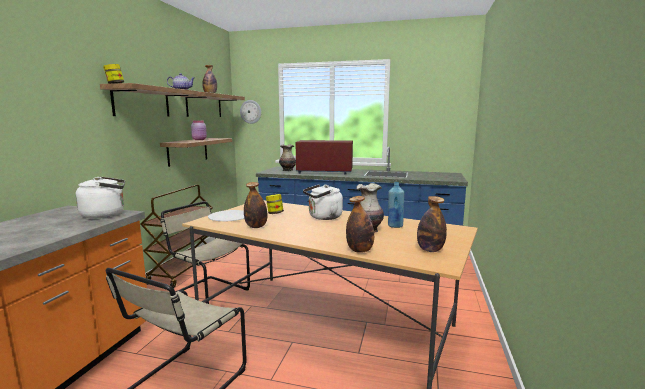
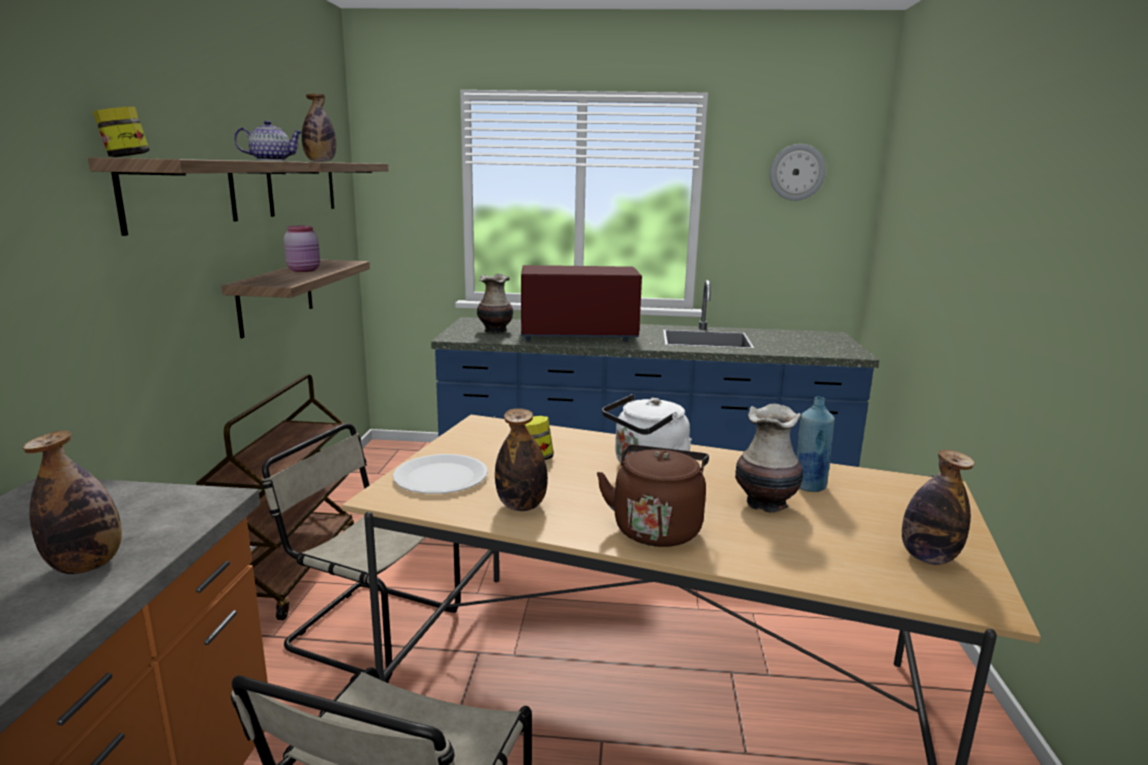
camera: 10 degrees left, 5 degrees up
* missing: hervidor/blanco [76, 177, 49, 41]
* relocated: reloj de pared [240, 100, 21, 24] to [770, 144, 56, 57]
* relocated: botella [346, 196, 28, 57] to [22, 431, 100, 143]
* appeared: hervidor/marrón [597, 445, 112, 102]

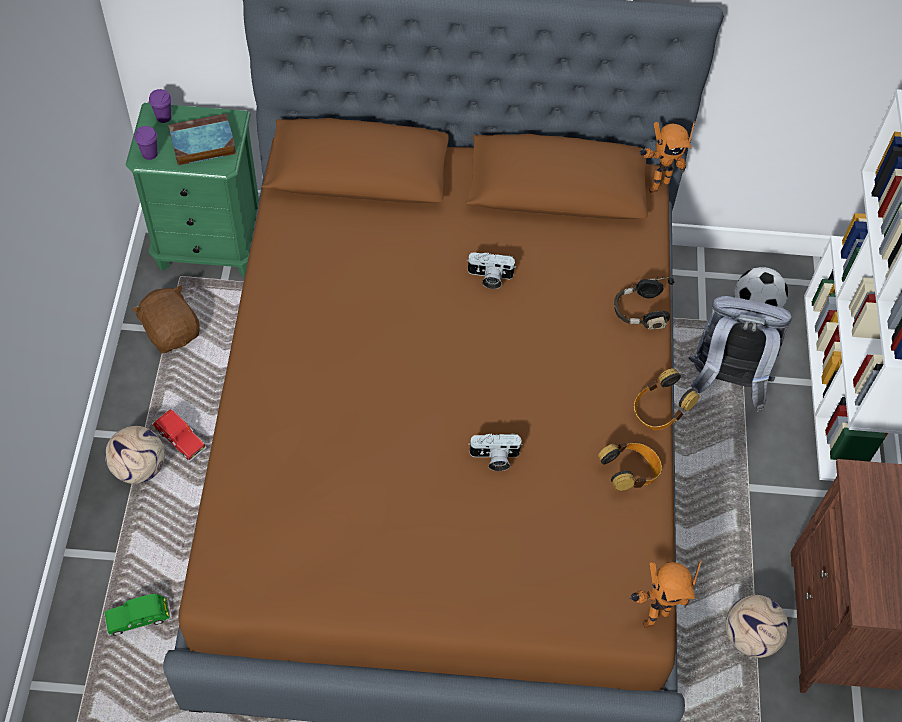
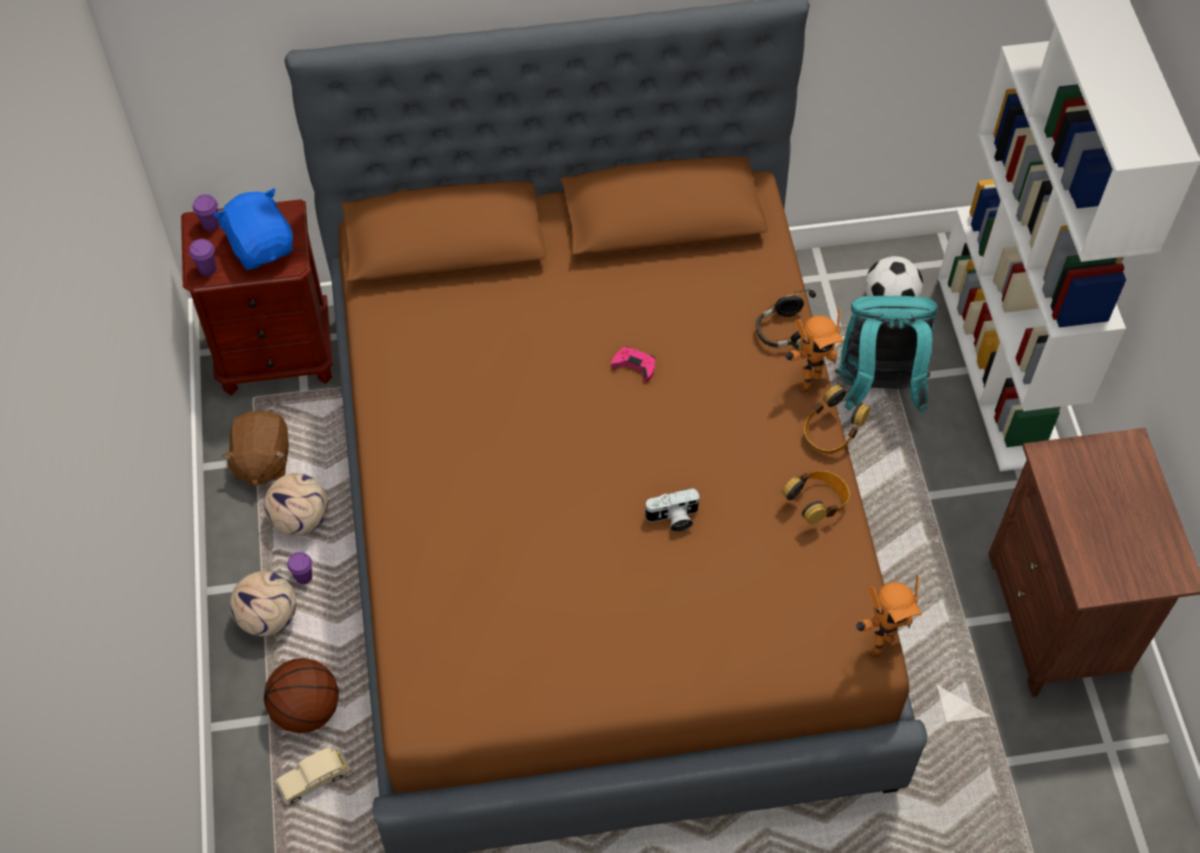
camera: 10 degrees left, 0 degrees up
* colour: coche de juguete/verde [104, 594, 69, 43] to coche de juguete/beis [275, 747, 77, 59]
* colour: mesita de noche/verde [125, 103, 134, 174] to mesita de noche/marrón [181, 199, 152, 196]
* spun: peluche/marrón [132, 285, 68, 69] = [221, 411, 68, 75] 135 degrees counterclockwise
* exchanged: coche de juguete/rojo [151, 409, 56, 54] to taza/morado [287, 552, 25, 32]
* exchanged: libro [168, 114, 68, 52] to peluche/azul [213, 188, 80, 82]
* missing: cámara [467, 252, 49, 37]
* relocated: robot de juguete [639, 121, 56, 72] to [785, 308, 59, 85]
* colour: mochila/gris [688, 296, 103, 116] to mochila/turquesa [835, 296, 102, 117]
* relocated: balón de fútbol [726, 595, 63, 63] to [264, 473, 64, 63]
* appeared: balón de baloncesto [264, 658, 75, 75]
* appeared: mando de consola/rosa [611, 347, 44, 34]

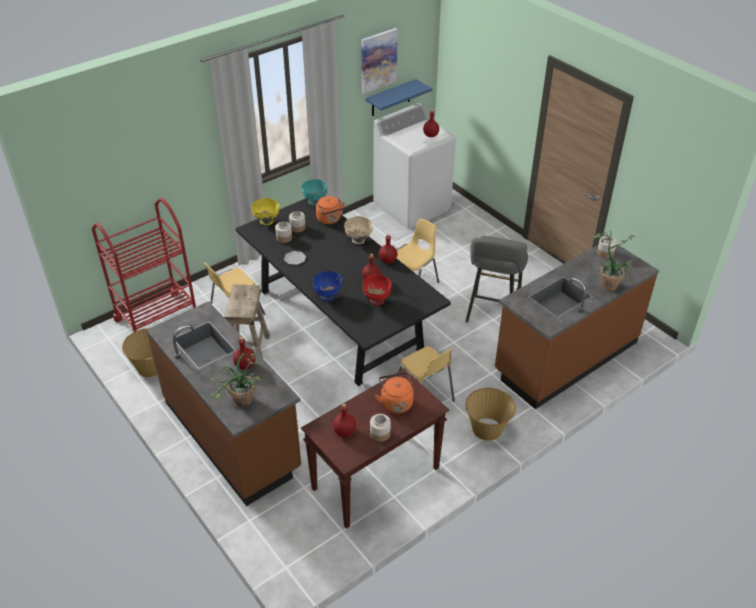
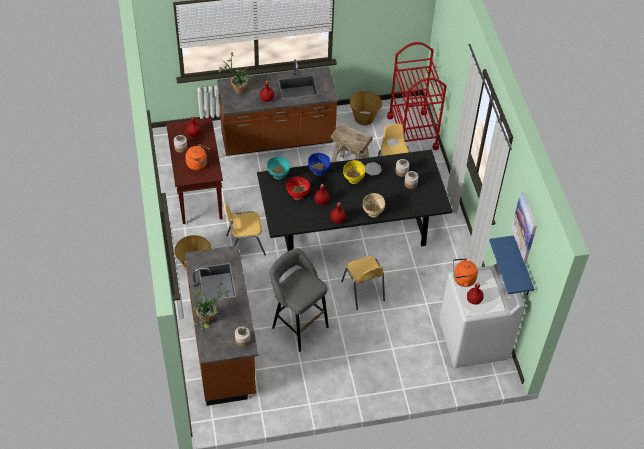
camera: 115 degrees right, 10 degrees up
* relocated: cuenco/amarillo [251, 198, 28, 27] to [343, 160, 22, 24]
* relocated: cuenco/turquesa [302, 179, 25, 27] to [267, 156, 23, 24]
* relocated: hervidor/naranja [316, 196, 29, 28] to [453, 258, 25, 29]

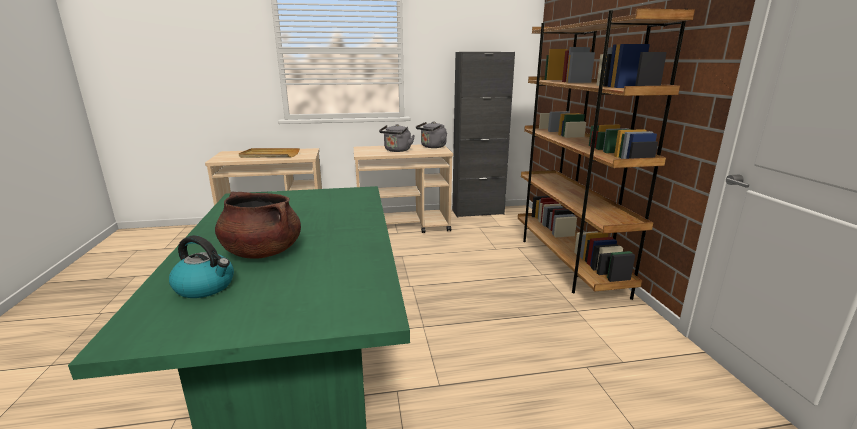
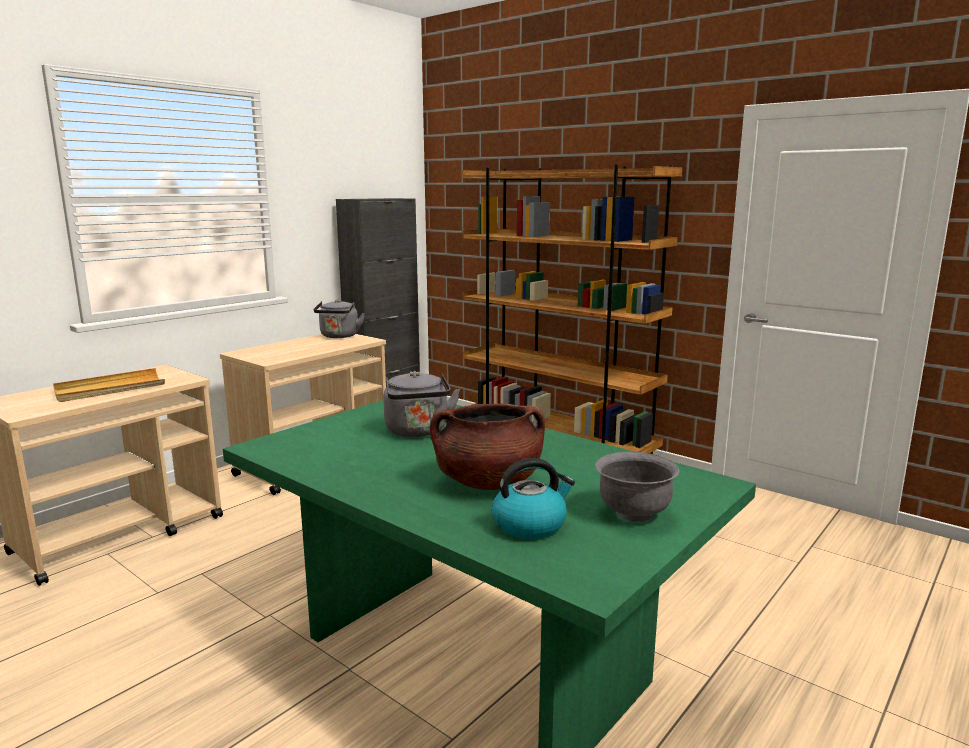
camera: 40 degrees left, 5 degrees down
* relocated: hervidor/gris [379, 124, 36, 28] to [383, 371, 77, 66]
* appeared: cuenco/gris [595, 452, 84, 70]

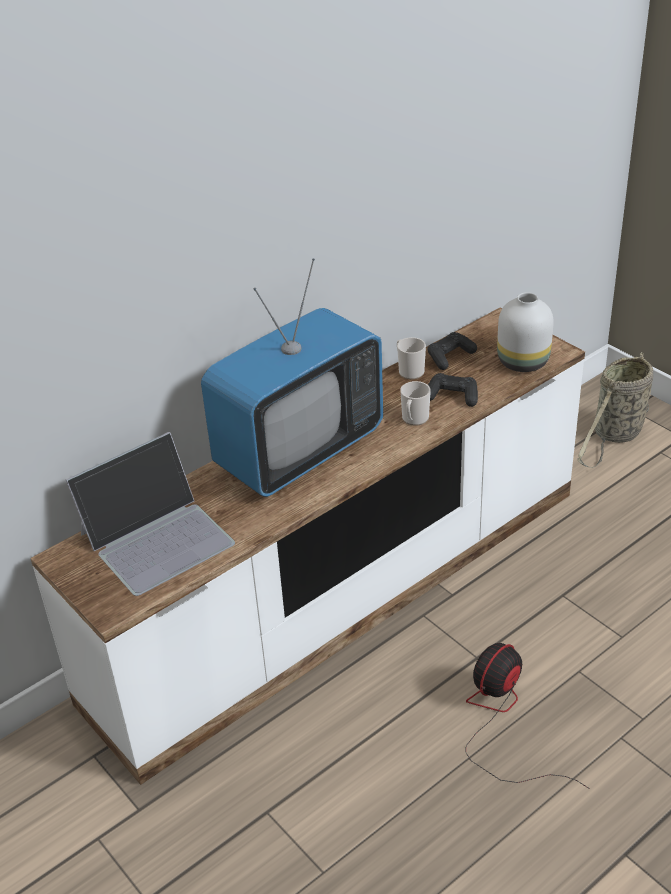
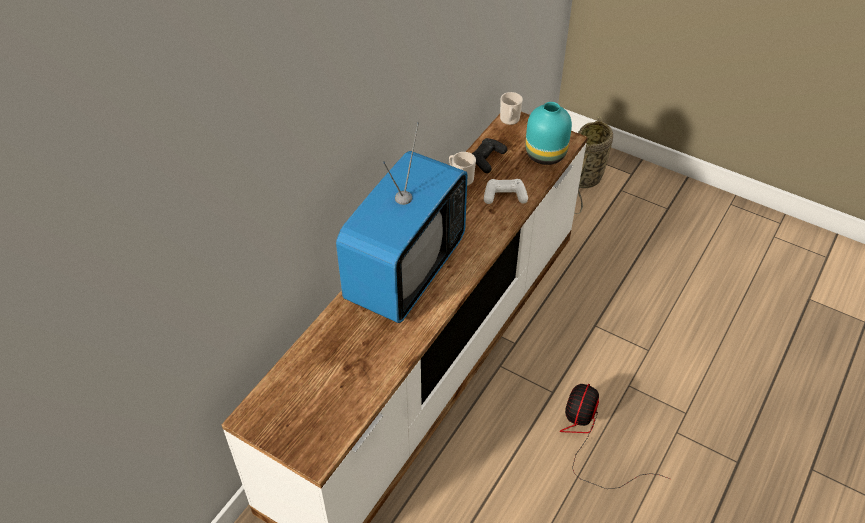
camera: 20 degrees left, 10 degrees up
* missing: portátil [66, 432, 169, 164]
* relocated: taza grande [400, 381, 31, 45] to [500, 92, 23, 33]
* colour: mando de consola/negro [428, 373, 50, 34] to mando de consola/blanco [484, 179, 44, 25]
* colour: florero/blanco [497, 292, 57, 80] to florero/turquesa [525, 102, 47, 63]

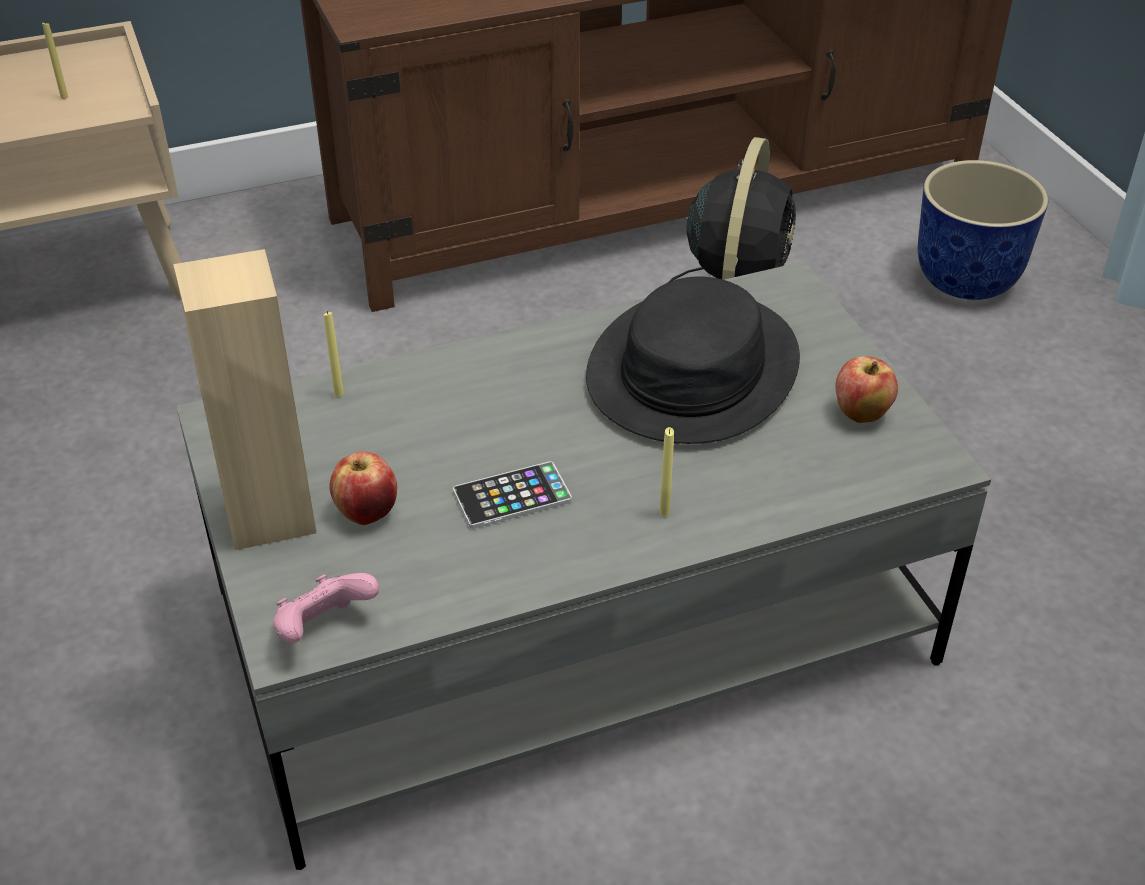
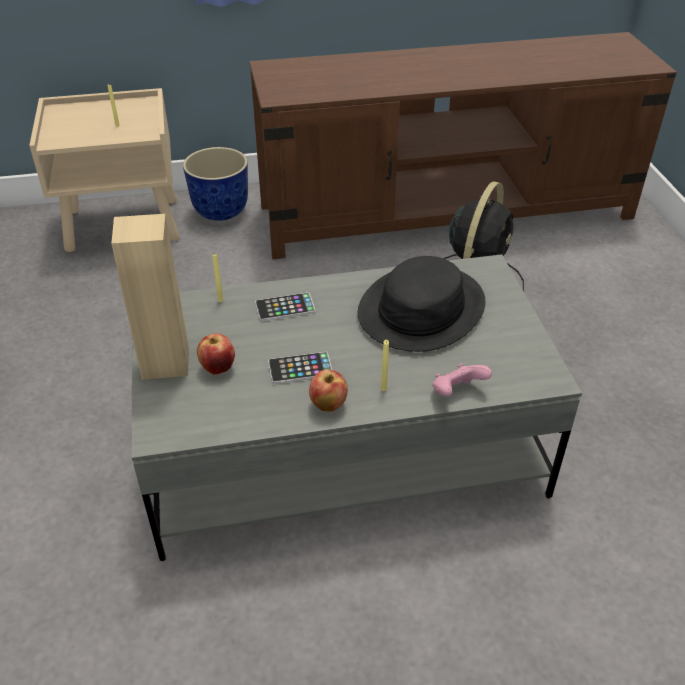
camera: 10 degrees right, 0 degrees up
* relocated: mando de consola/rosa [273, 573, 106, 70] to [432, 363, 60, 33]
* relocated: manzana [835, 356, 63, 67] to [309, 370, 39, 41]
* relocated: maceta [918, 160, 130, 140] to [183, 147, 65, 74]
* appeared: móvil [255, 292, 60, 30]

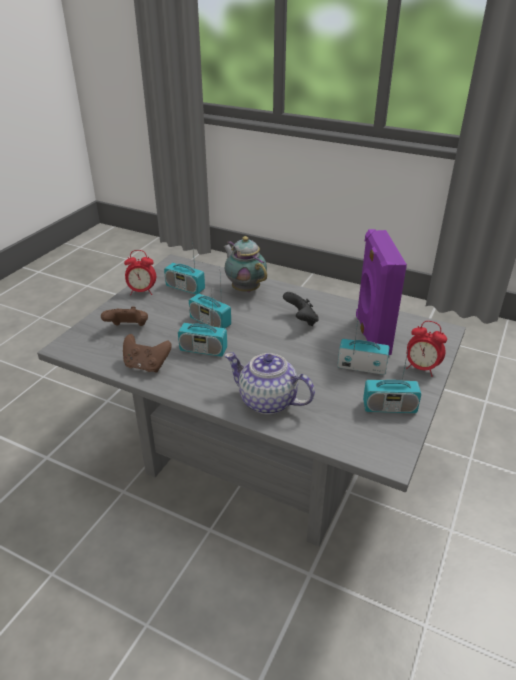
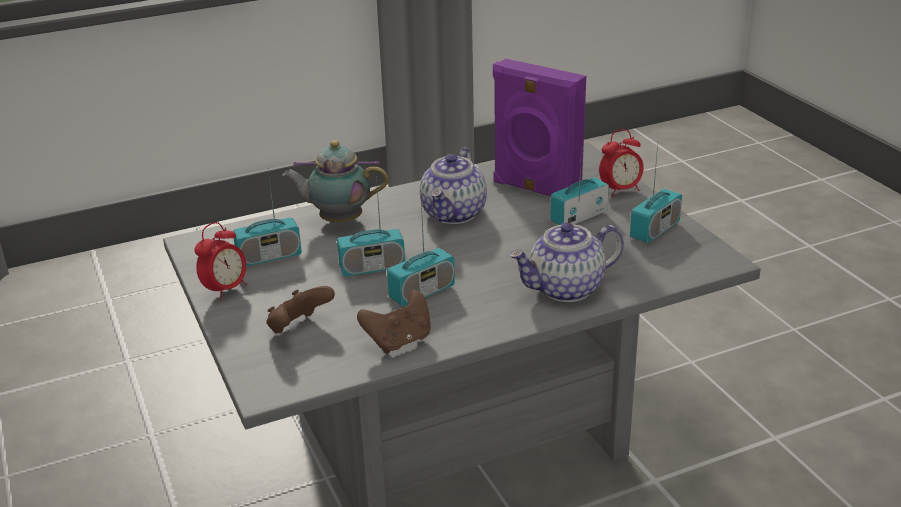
camera: 50 degrees left, 5 degrees down
* exchanged: mando de consola/negro [283, 292, 36, 34] to tetera [420, 148, 67, 76]

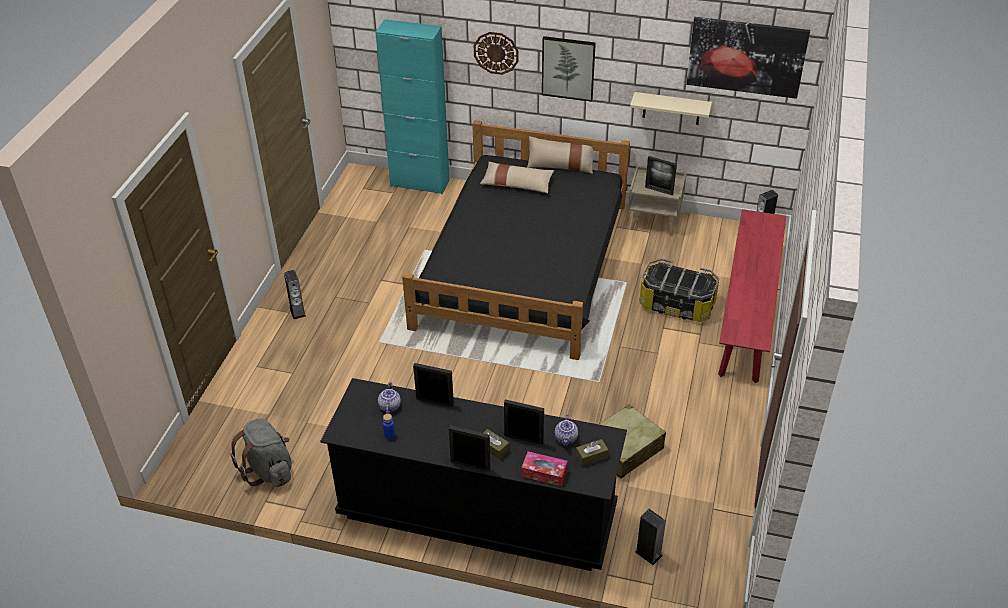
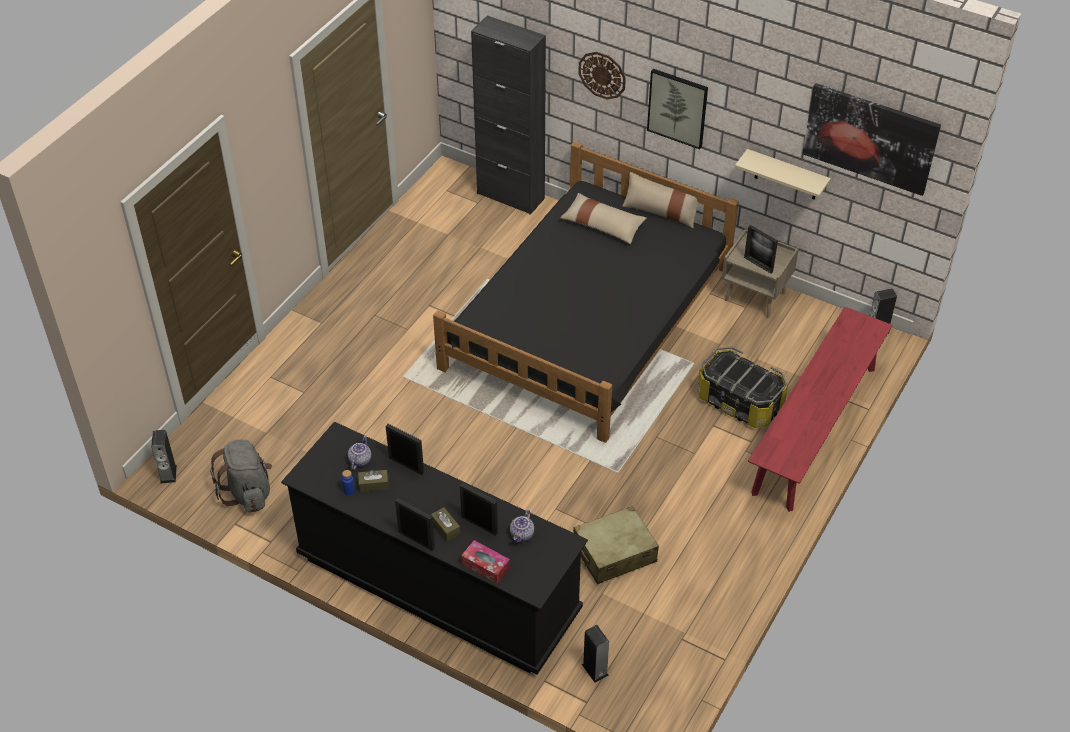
camera: 15 degrees right, 5 degrees up
* relocated: altavoz [284, 270, 22, 49] to [151, 430, 26, 54]
* colour: armario/turquesa [375, 19, 74, 175] to armario/negro [471, 15, 75, 200]
* relocated: caja de pañuelos/marrón [576, 439, 33, 27] to [358, 470, 31, 22]

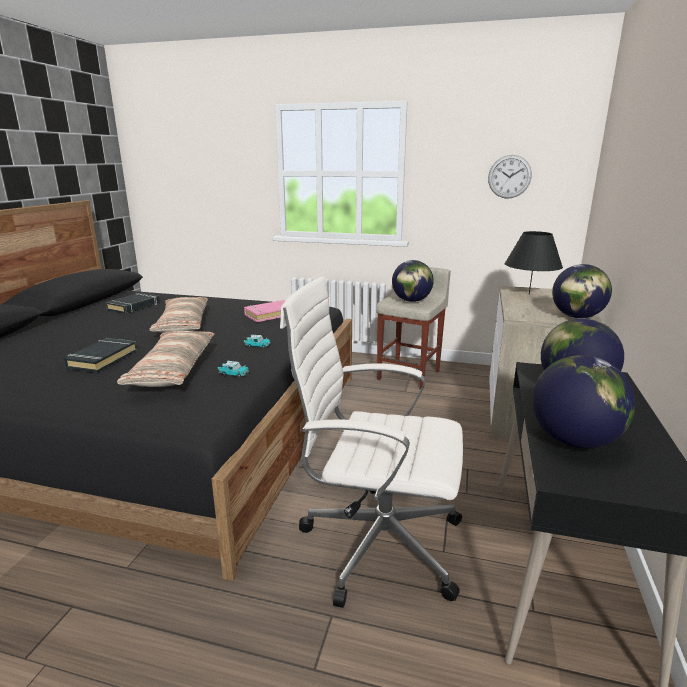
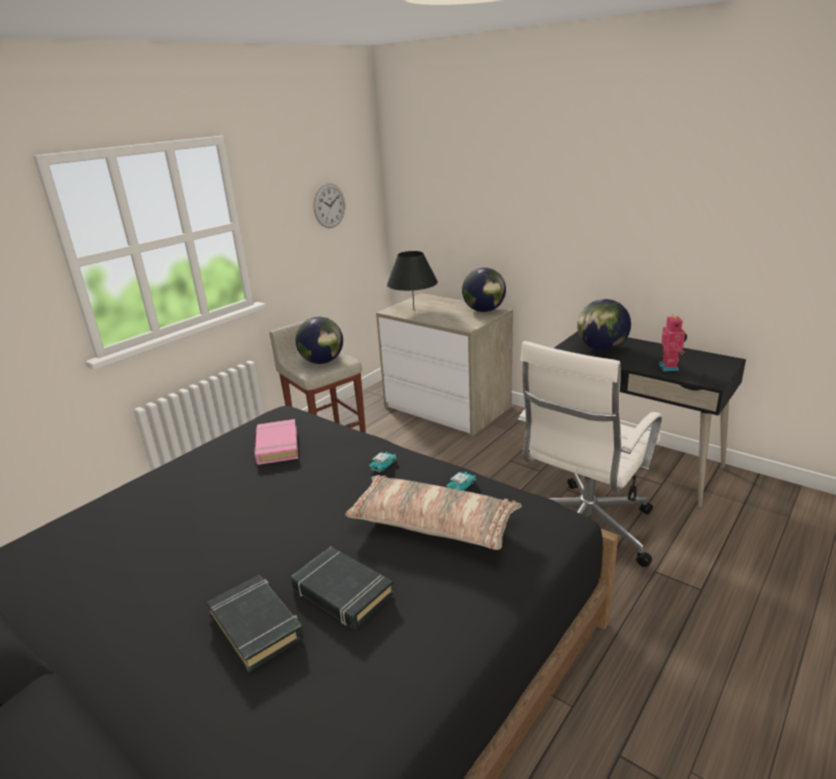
camera: 65 degrees left, 5 degrees up
* relocated: libro/negro [106, 292, 54, 22] to [206, 575, 98, 97]
* missing: cojín [149, 297, 59, 36]
* exchanged: globo terráqueo [532, 355, 103, 94] to robot de juguete [658, 314, 29, 57]

